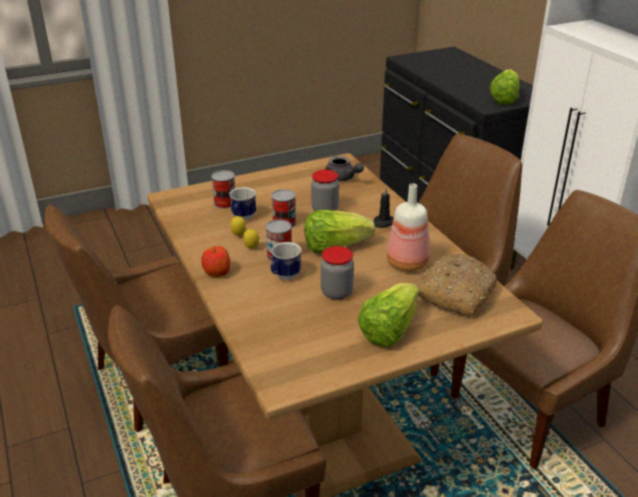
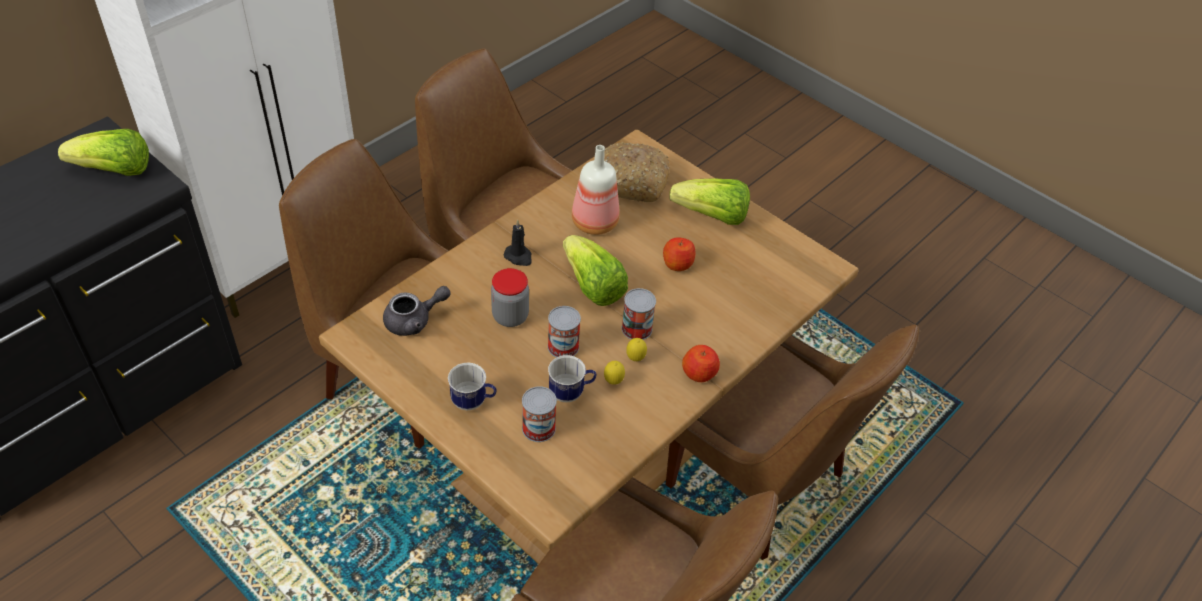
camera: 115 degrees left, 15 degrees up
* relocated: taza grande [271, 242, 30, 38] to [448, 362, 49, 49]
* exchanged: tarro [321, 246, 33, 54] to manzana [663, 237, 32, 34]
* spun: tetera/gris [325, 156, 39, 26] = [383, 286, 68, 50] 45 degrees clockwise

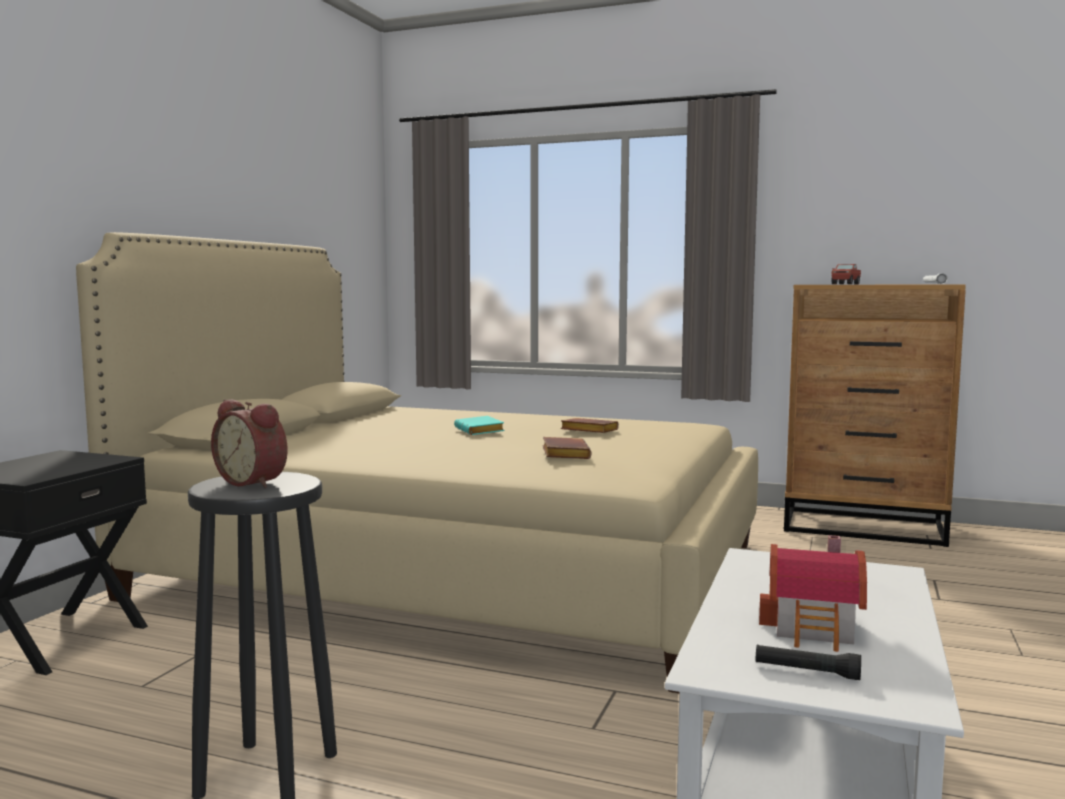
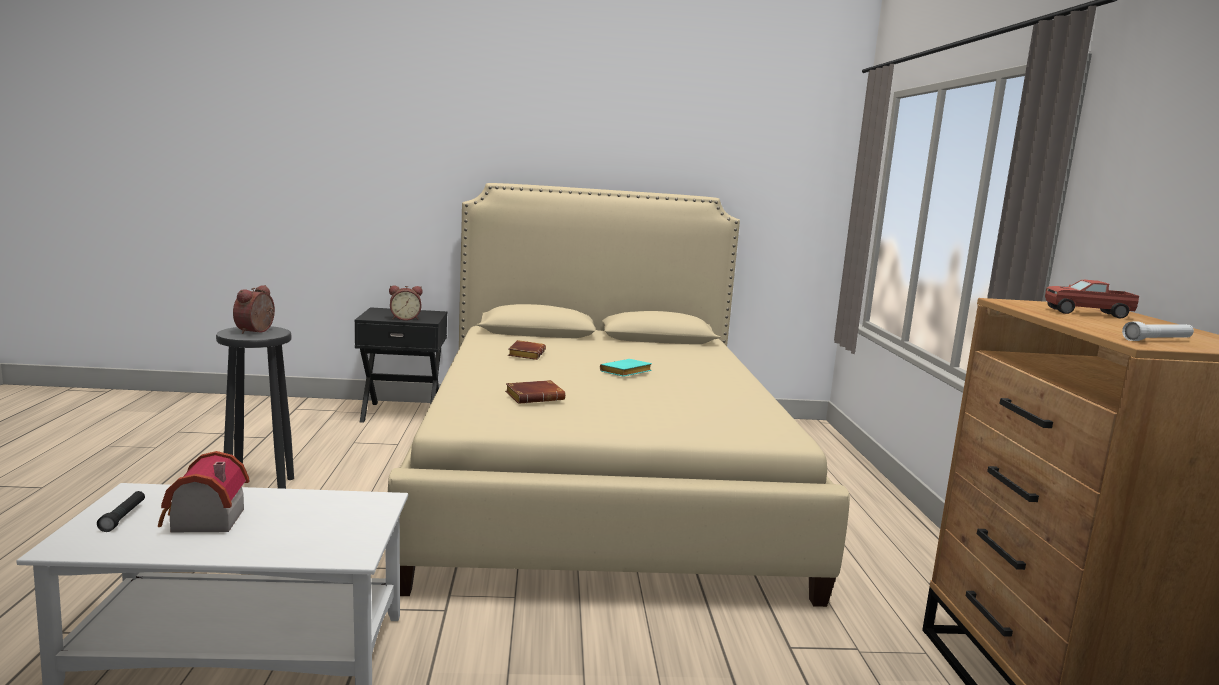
camera: 65 degrees right, 5 degrees up
* relocated: libro/marrón [561, 418, 58, 15] to [508, 340, 38, 20]
* appeared: despertador [389, 286, 33, 35]

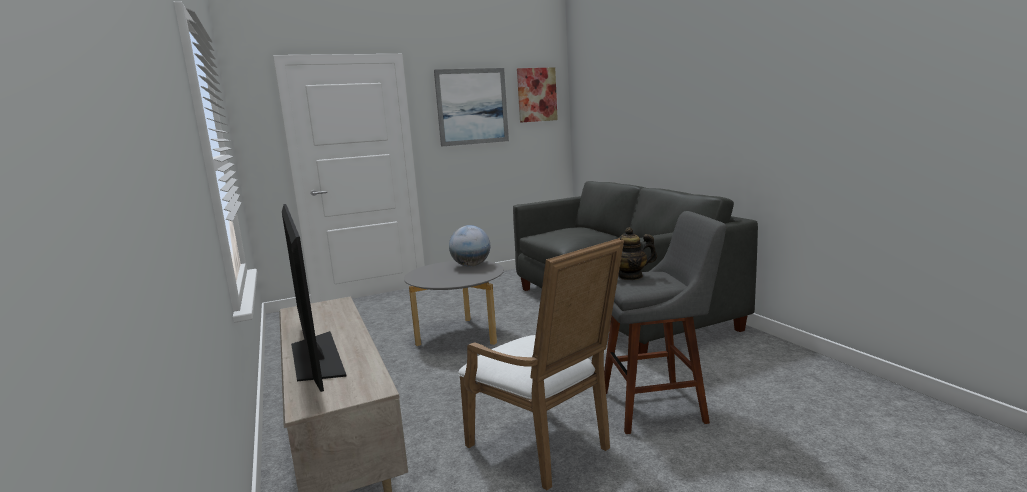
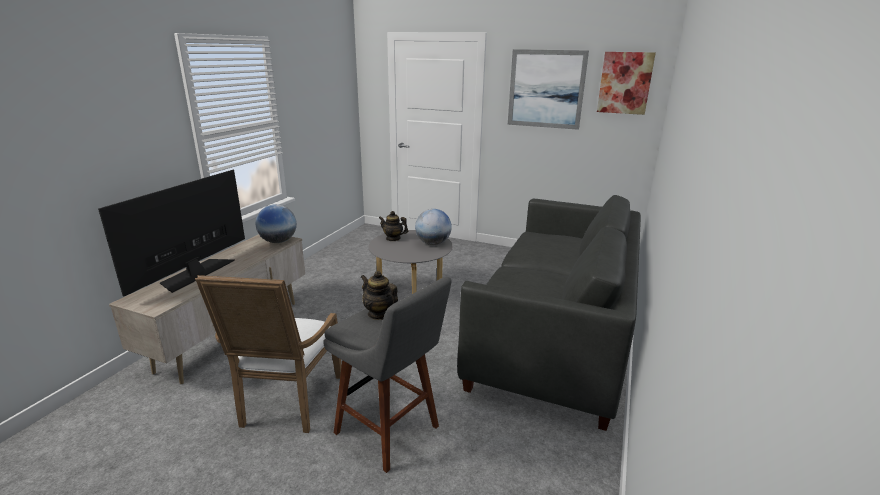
camera: 45 degrees right, 10 degrees up
* appeared: globo terráqueo [255, 204, 42, 39]
* appeared: tetera [379, 211, 29, 30]

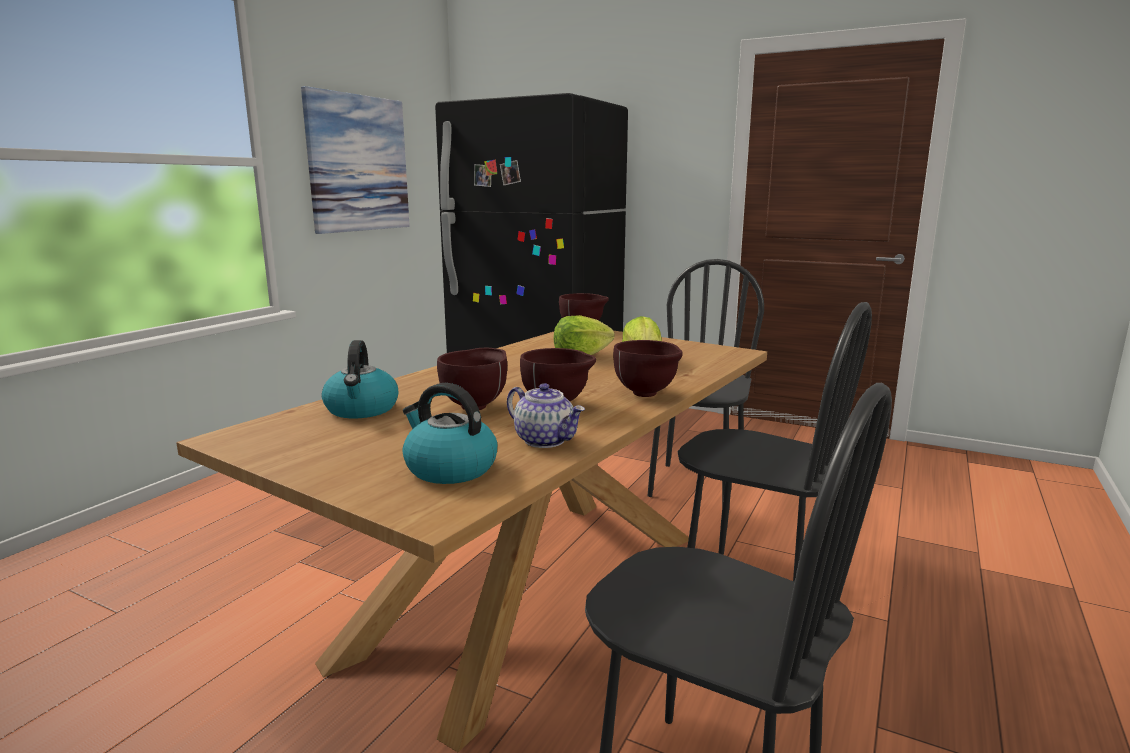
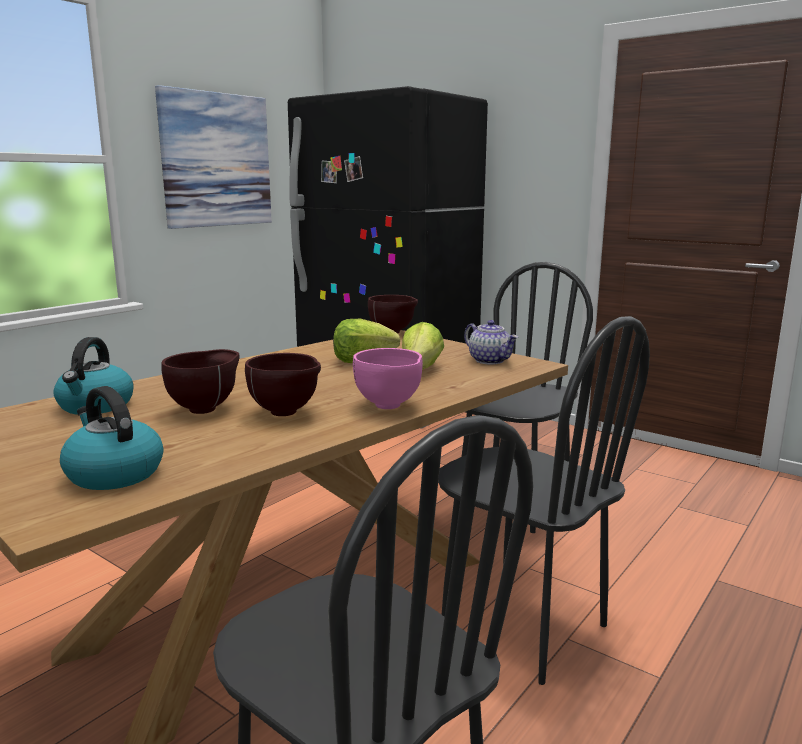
camera: 10 degrees right, 0 degrees up
* relocated: tetera [507, 383, 78, 65] to [464, 320, 54, 45]
* colour: cuenco/marrón [613, 340, 70, 57] to cuenco/rosa [353, 348, 70, 61]

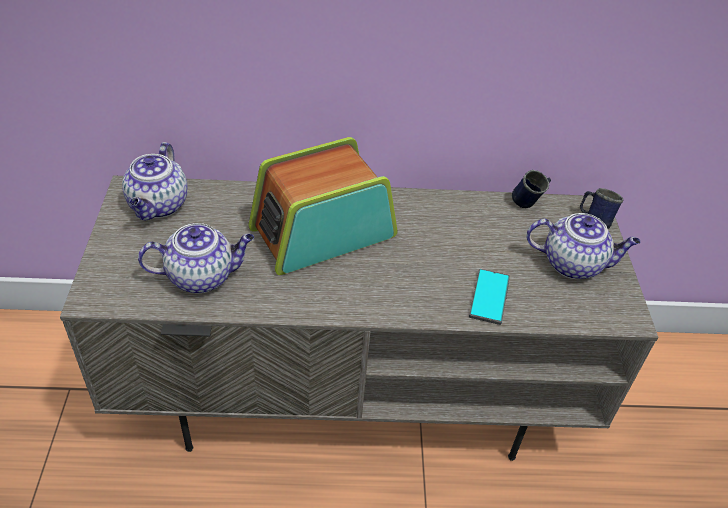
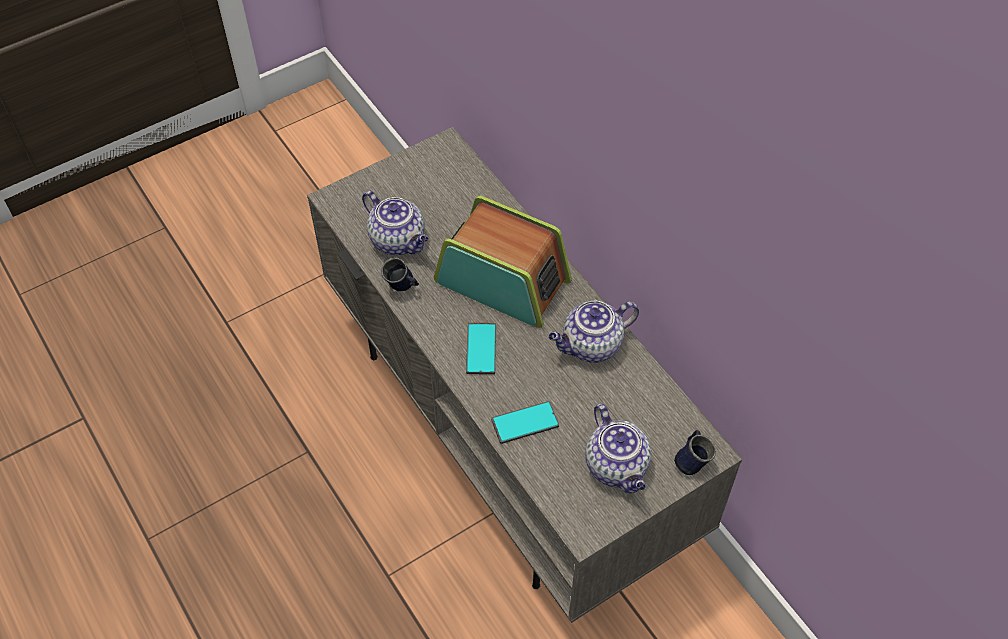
camera: 60 degrees right, 10 degrees up
* relocated: tetera [122, 142, 66, 79] to [548, 301, 91, 62]
* relocated: taza grande/azul [512, 170, 39, 38] to [381, 258, 38, 33]
* appeared: móvil [466, 323, 30, 51]

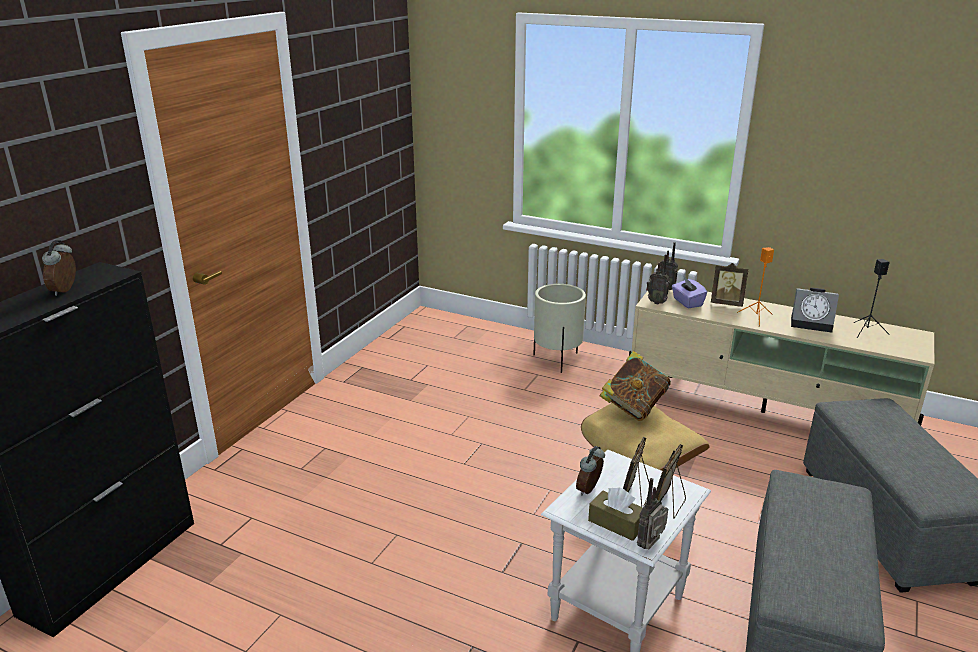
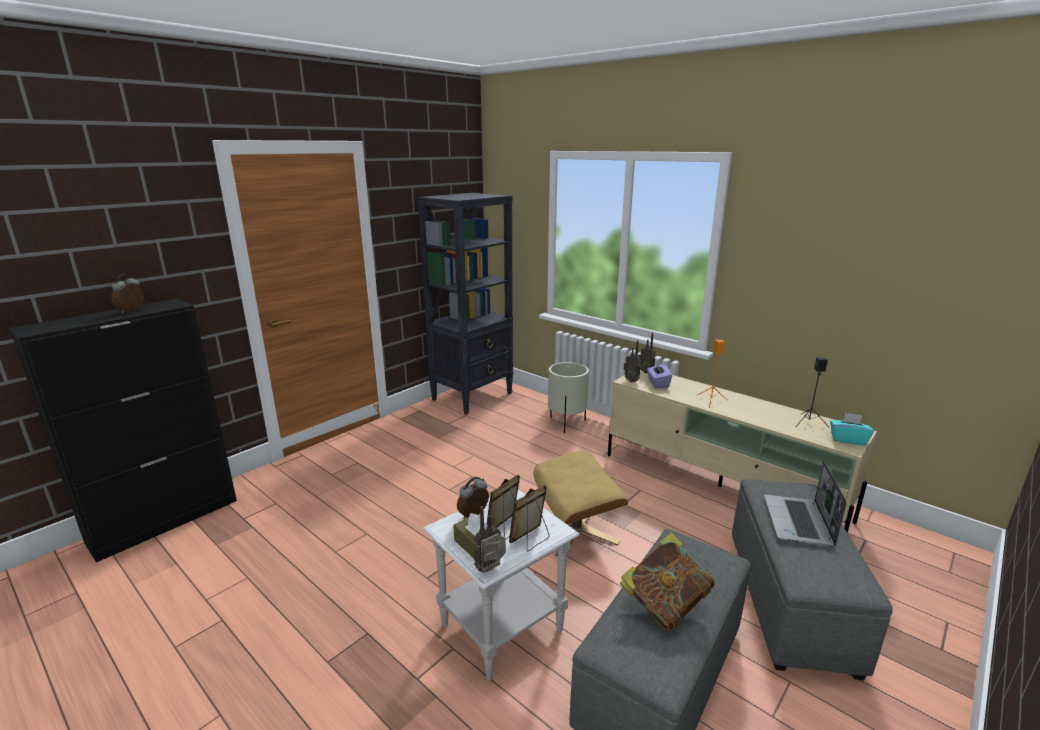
camera: 15 degrees right, 5 degrees down
* relocated: libro [599, 351, 72, 70] to [620, 532, 95, 99]
* missing: portarretratos [711, 263, 37, 44]
* missing: despertador [791, 288, 48, 45]
* appeared: estantería/negro [417, 193, 96, 222]
* appeared: portátil [764, 461, 83, 86]
* appeared: caja de pañuelos/turquesa [830, 413, 44, 33]

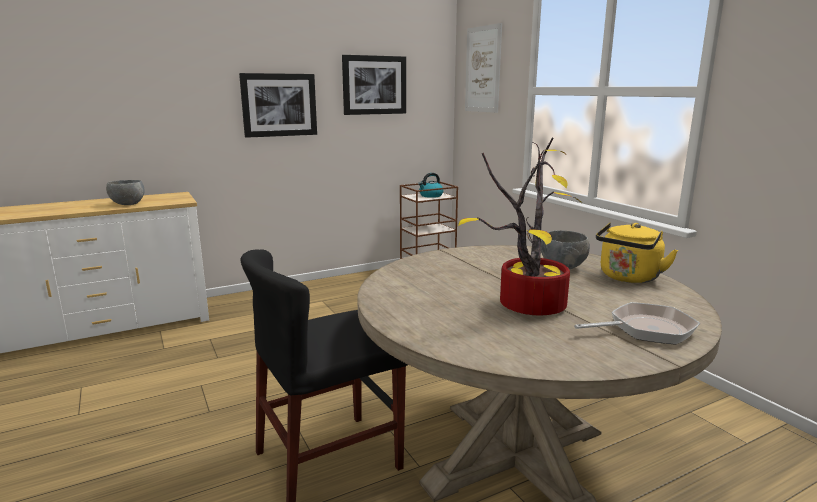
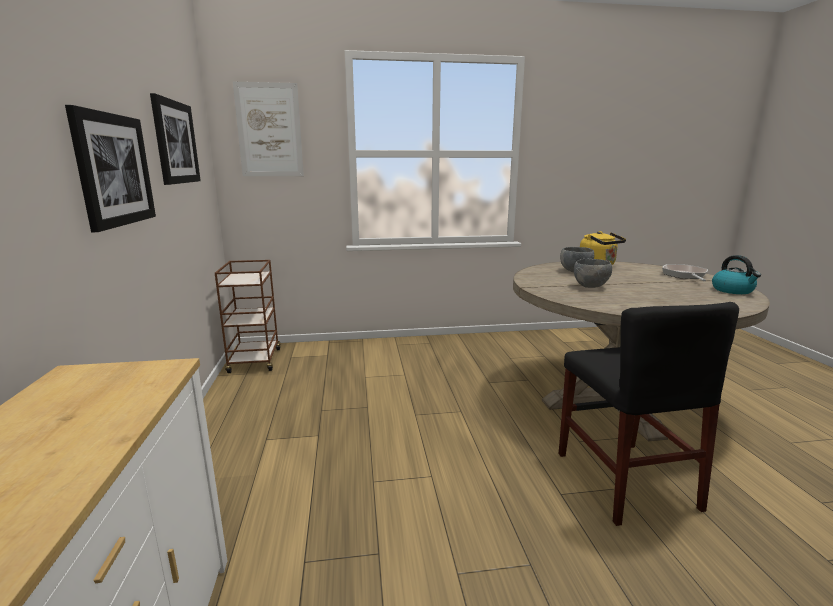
camera: 70 degrees left, 0 degrees up
* relocated: cuenco/gris [106, 180, 39, 25] to [574, 259, 38, 29]
* relocated: hervidor [418, 173, 25, 25] to [712, 255, 49, 39]
* missing: planta en maceta [458, 137, 123, 179]

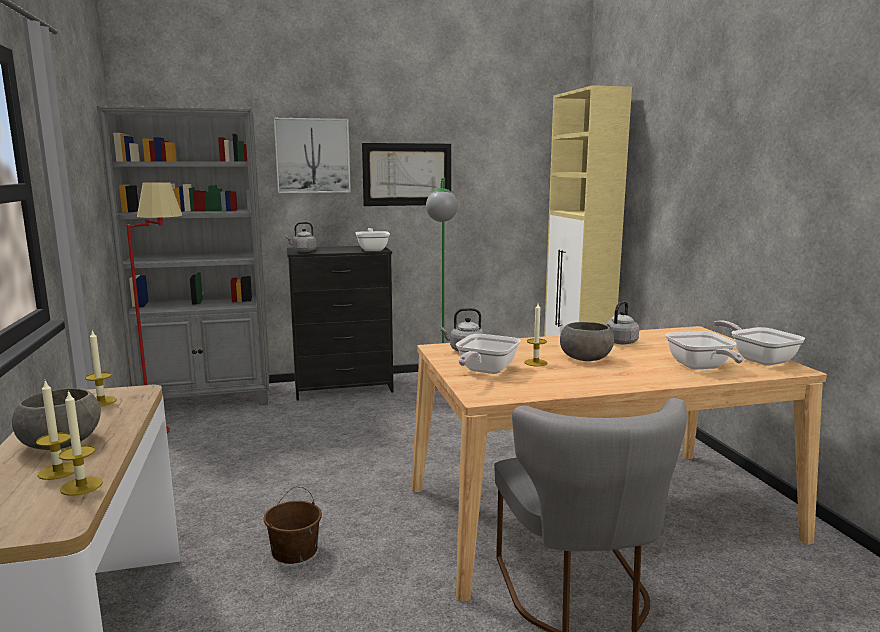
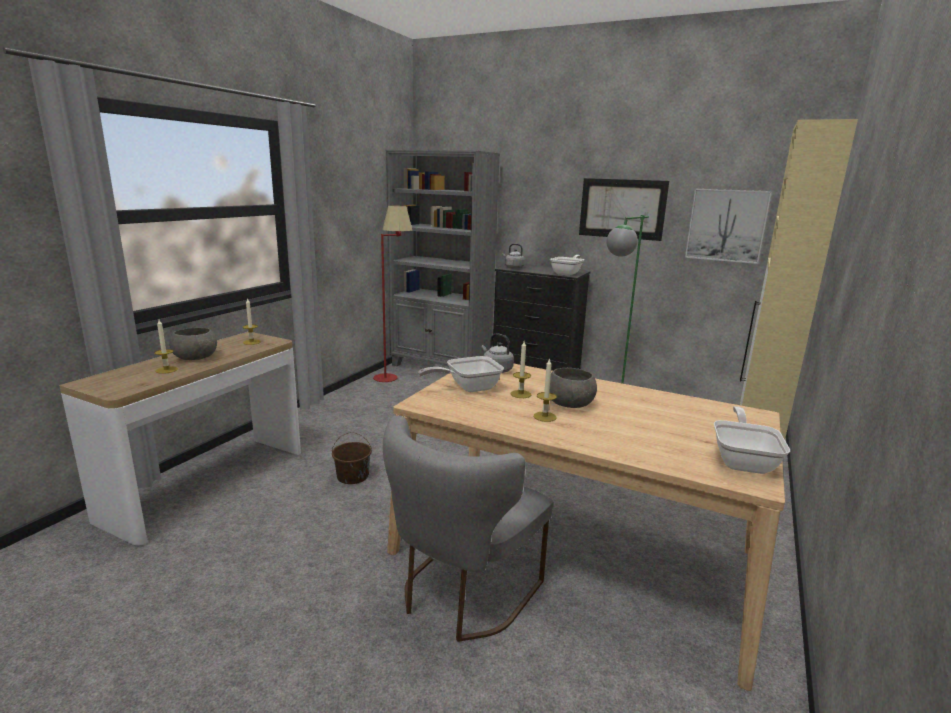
camera: 40 degrees right, 5 degrees up
* relocated: vela [59, 390, 44, 106] to [534, 358, 23, 64]
* relocated: cuadro [274, 118, 77, 75] to [685, 189, 87, 75]
* missing: hervidor/gris [605, 301, 34, 44]
* missing: sartén [665, 331, 79, 39]

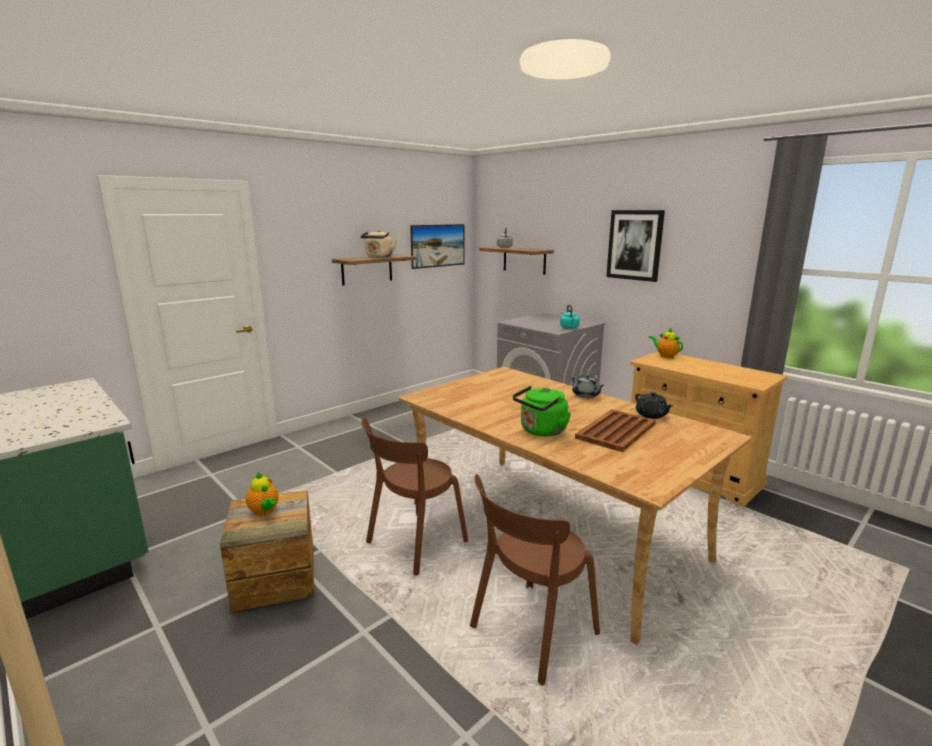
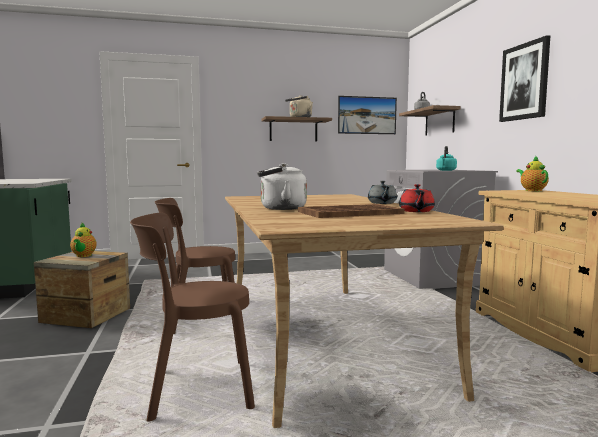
camera: 30 degrees right, 10 degrees down
* colour: hervidor/verde [513, 386, 58, 51] to hervidor/blanco [257, 163, 50, 47]
* colour: tetera/negro [635, 392, 38, 27] to tetera/rojo [399, 184, 36, 28]

